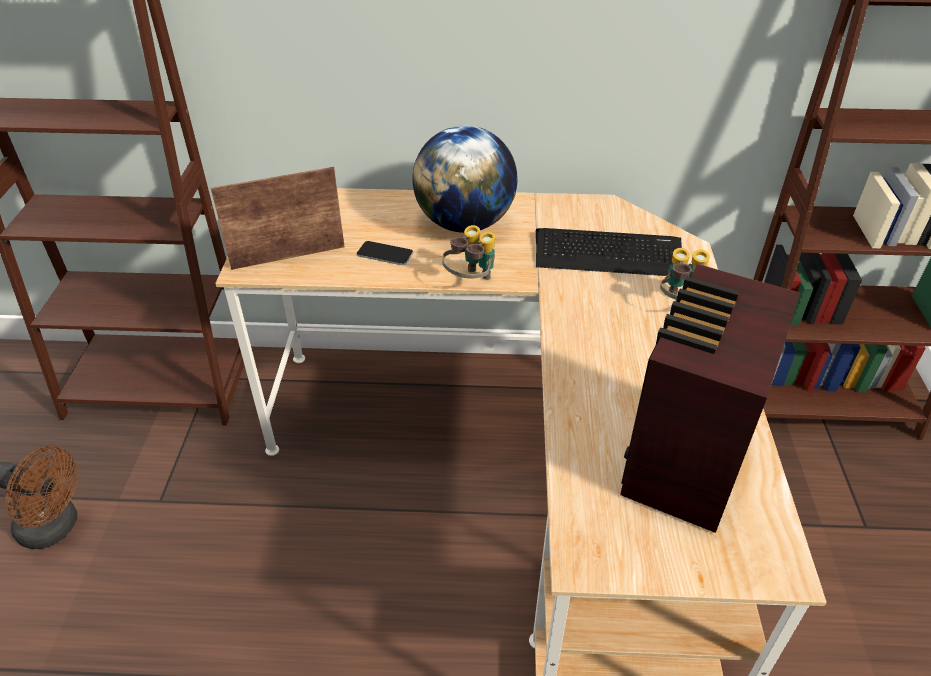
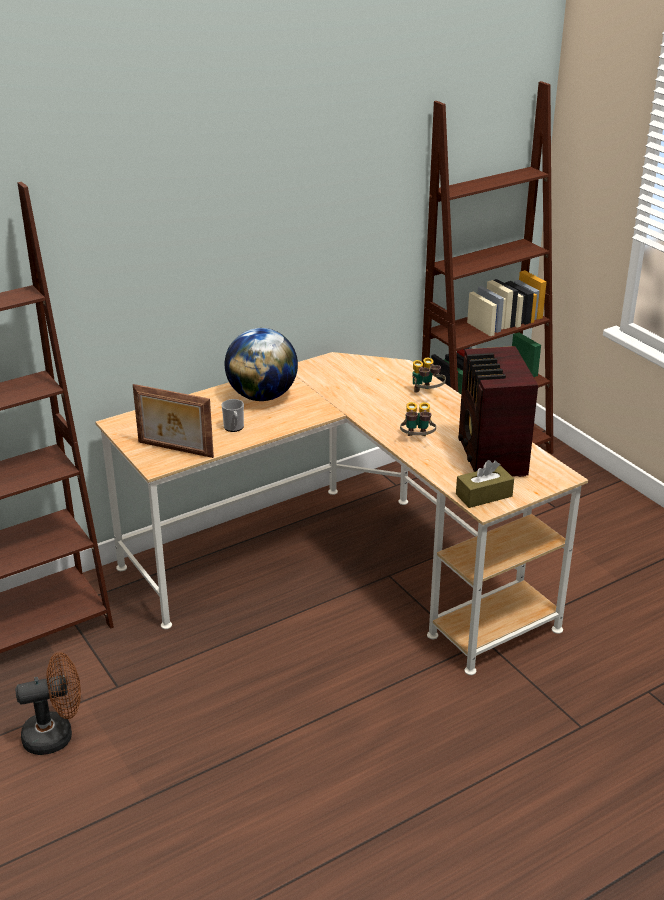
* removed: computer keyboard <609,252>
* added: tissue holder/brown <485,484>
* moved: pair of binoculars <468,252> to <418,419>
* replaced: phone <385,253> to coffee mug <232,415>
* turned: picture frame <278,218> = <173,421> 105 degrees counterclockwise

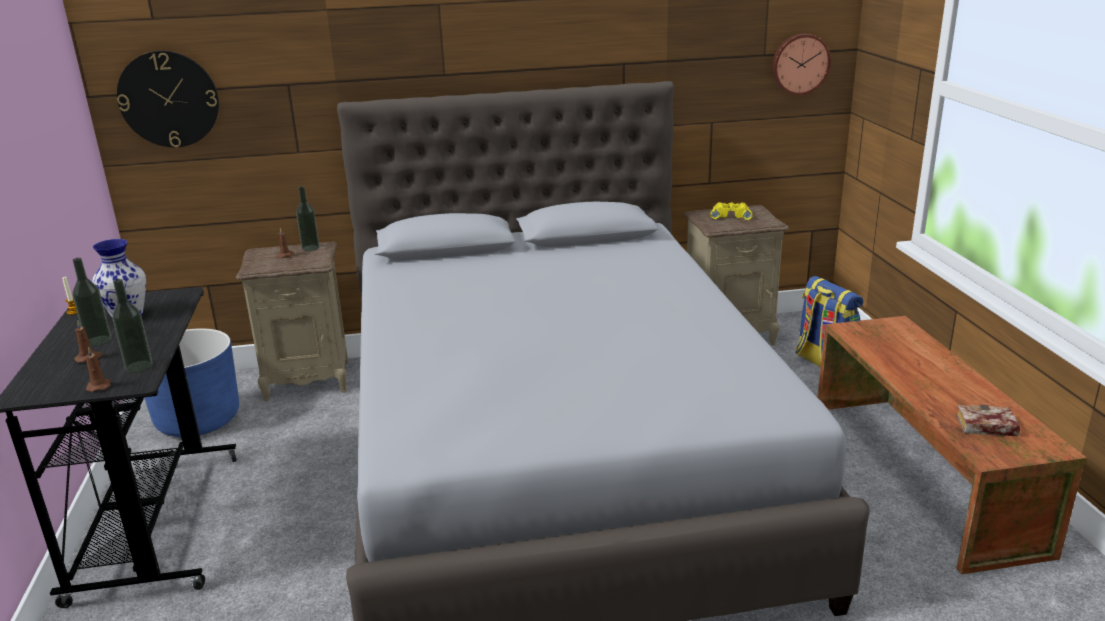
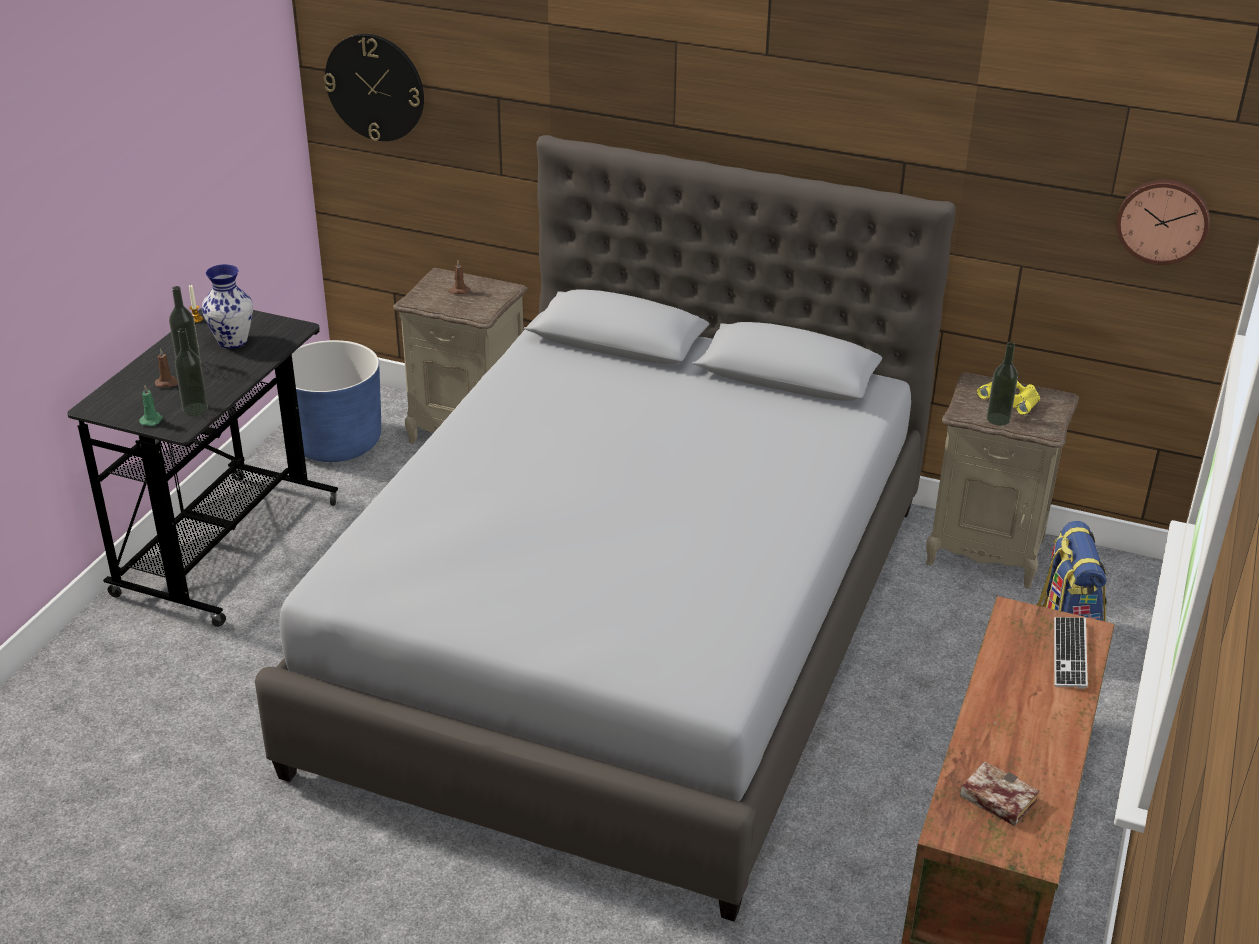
* added: computer keyboard <1071,653>
* moved: beverage bottle <308,218> to <1002,384>
* recoloured: wax candle/brown <98,369> to wax candle/greenish <151,406>

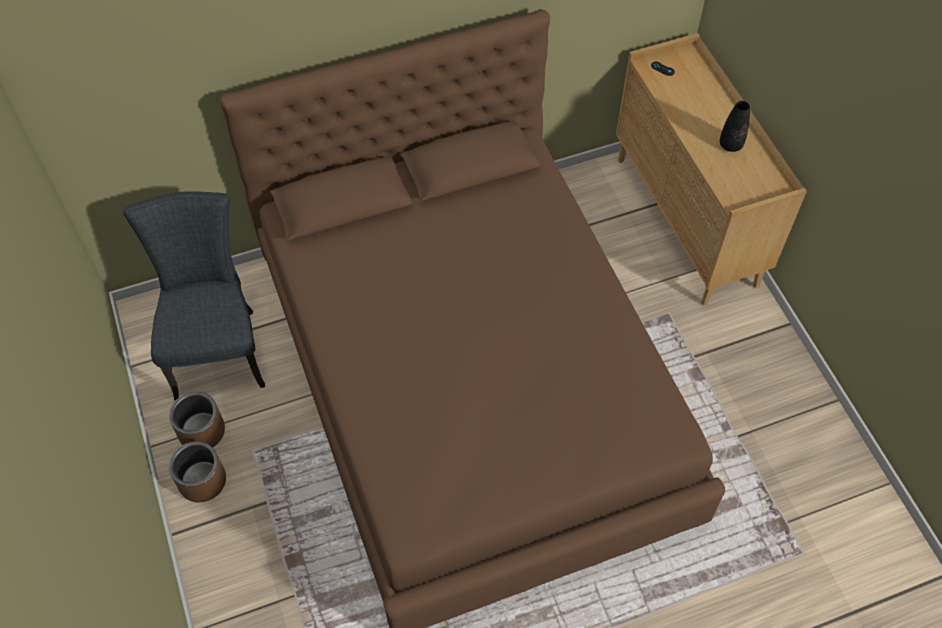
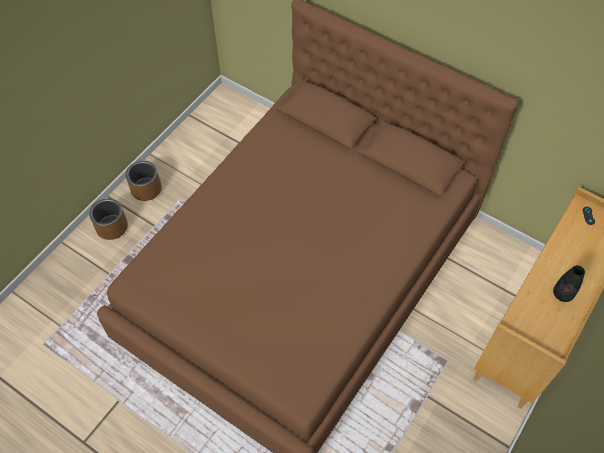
* removed: chair/greyish <194,296>
* moved: flower pot/brown <197,419> to <108,219>

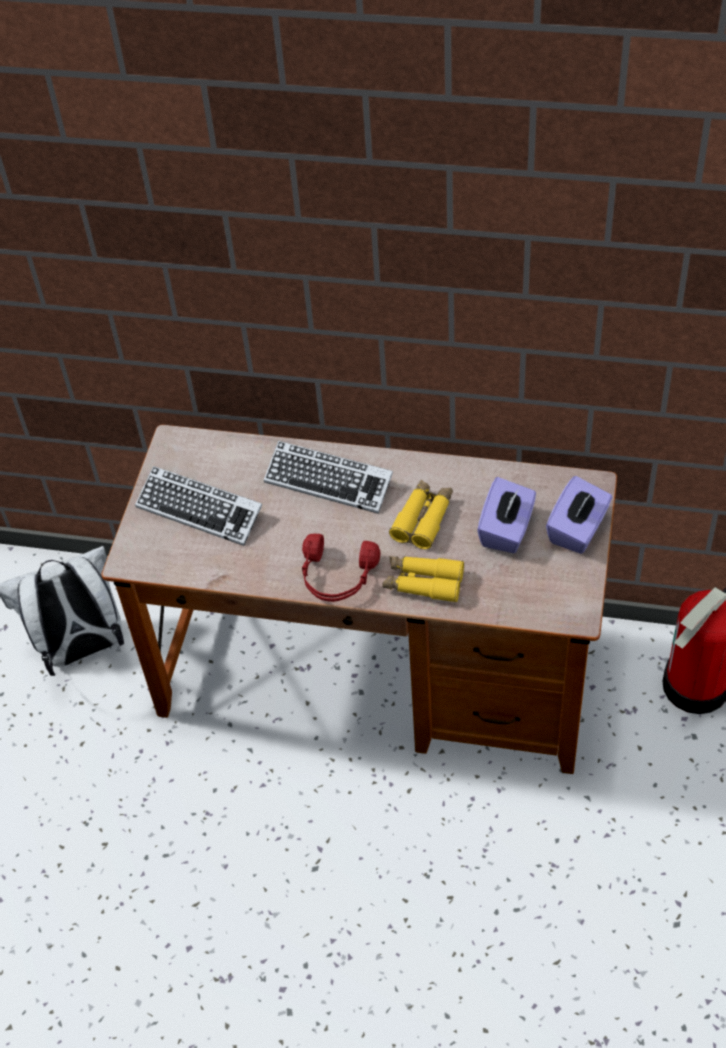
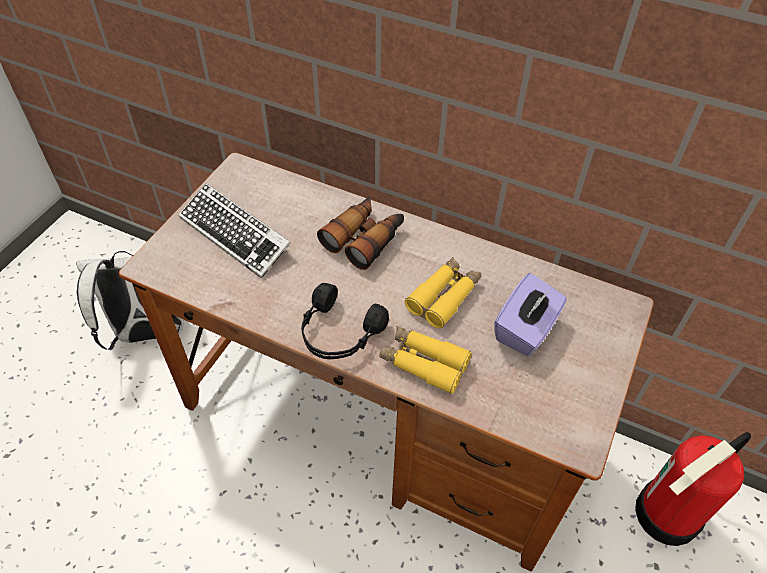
* removed: tissue holder/purplish <579,515>
* replaced: computer keyboard <328,477> to pair of binoculars <360,233>
* recoloured: headset/reddish <341,568> to headset/black-coloured <345,321>

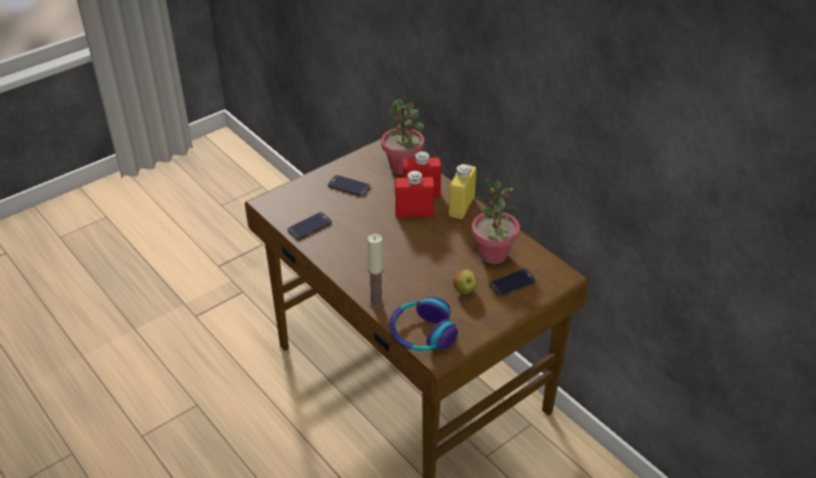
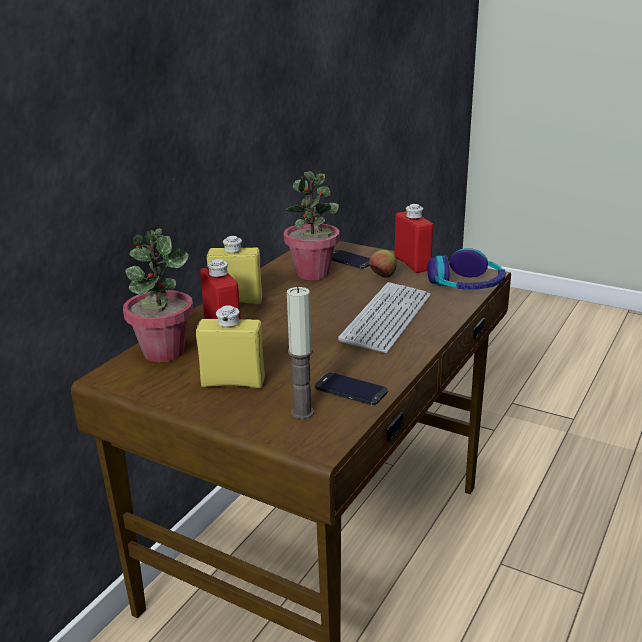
* added: computer keyboard <384,317>
* moved: wax candle <376,271> to <300,353>
* moved: beverage bottle/reddish <415,194> to <413,238>
* replaced: phone <349,185> to beverage bottle/yellow-coloured <230,346>

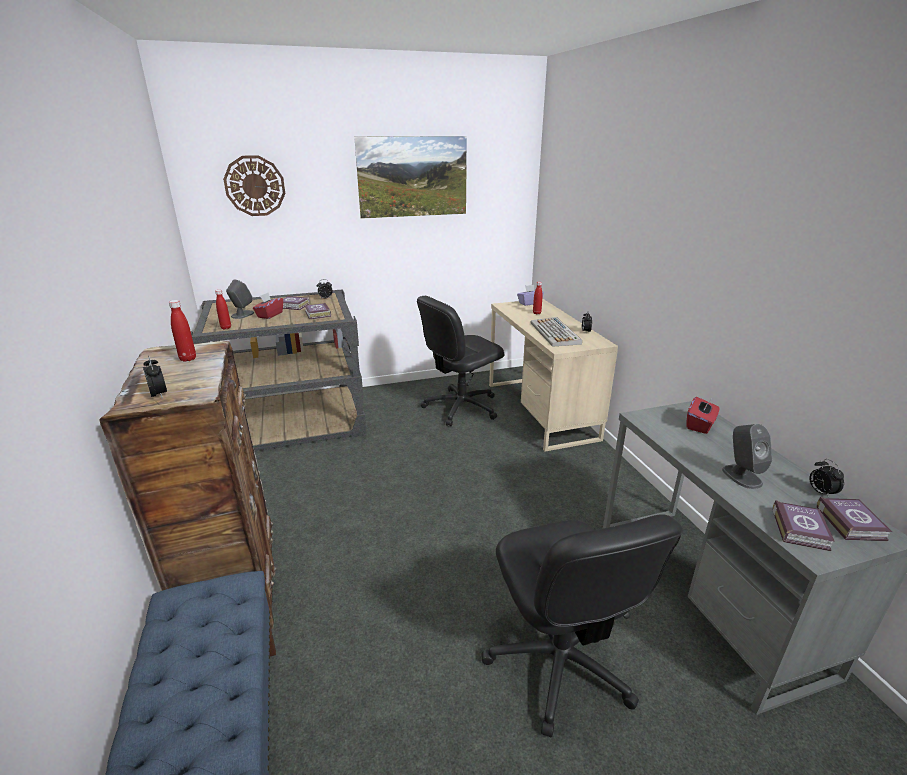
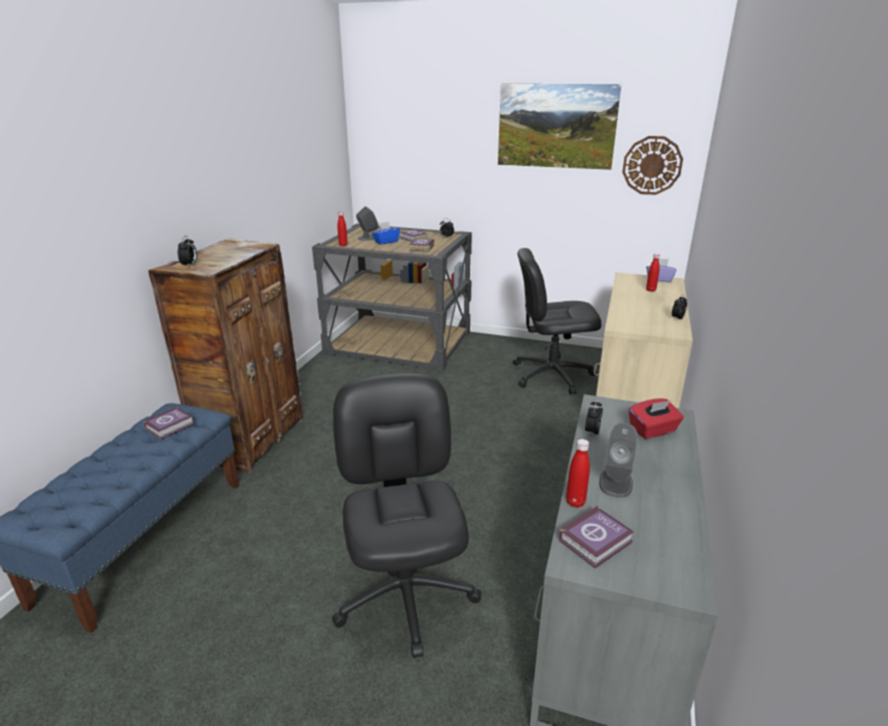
* removed: computer keyboard <556,332>
* moved: beverage bottle/reddish <182,331> to <578,473>
* moved: wall clock <254,185> to <652,165>
* moved: alarm clock <826,478> to <594,418>
* moved: book <854,519> to <169,423>
* recoloured: tissue holder/reddish <268,306> to tissue holder/bluish <386,233>
* turned: office chair/black-coloured <581,625> = <406,515> 150 degrees clockwise

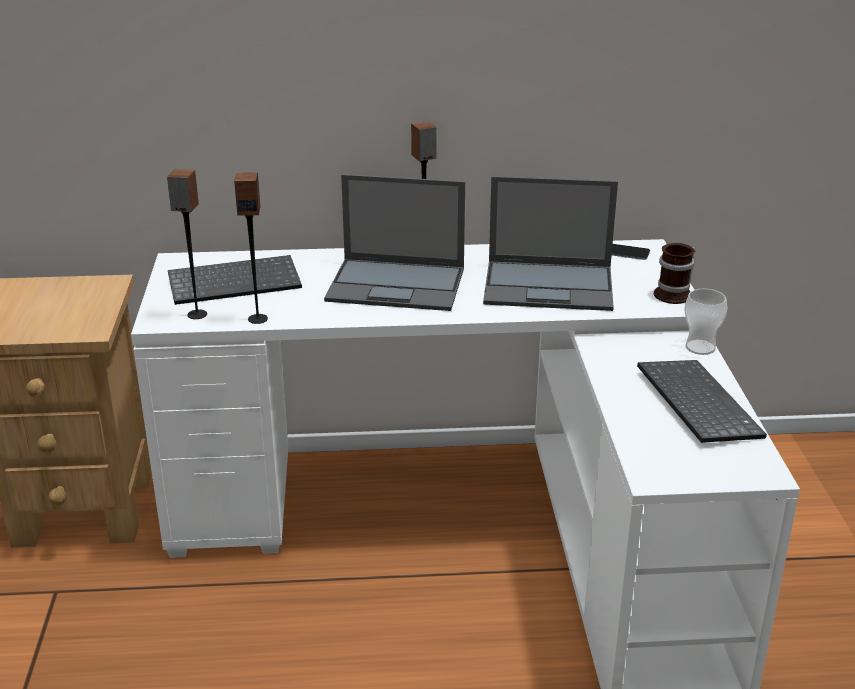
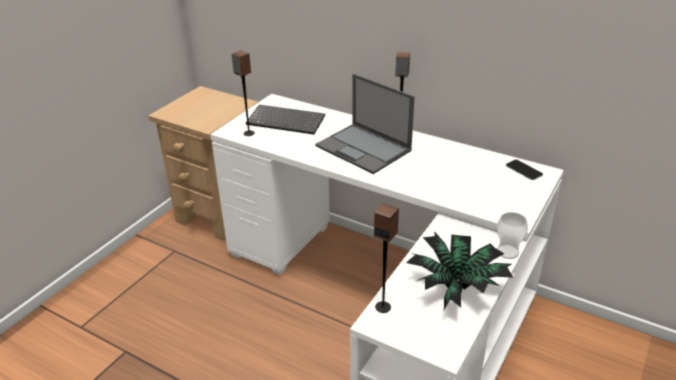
* removed: laptop <550,243>
* removed: coffee mug <675,273>
* moved: speaker <251,248> to <386,258>
* replaced: computer keyboard <702,401> to potted plant <459,271>

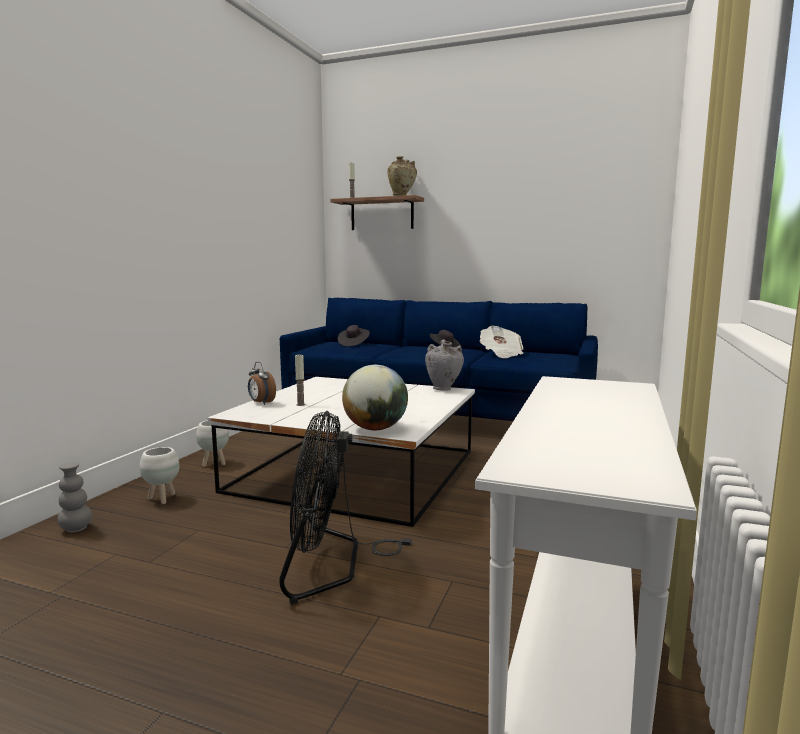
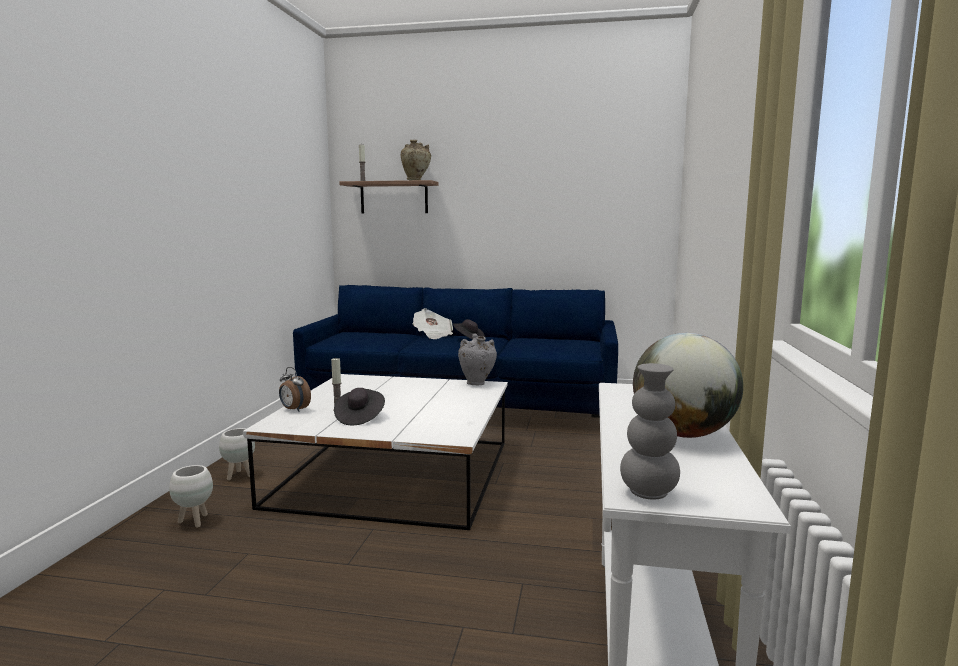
* removed: cooling fan/black-coloured <346,508>
* moved: decorative vase/greyish <75,497> to <650,431>
* moved: hat/black-coloured <354,336> to <359,406>
* moved: world globe <375,397> to <688,385>
* moved: newspaper <501,342> to <433,323>

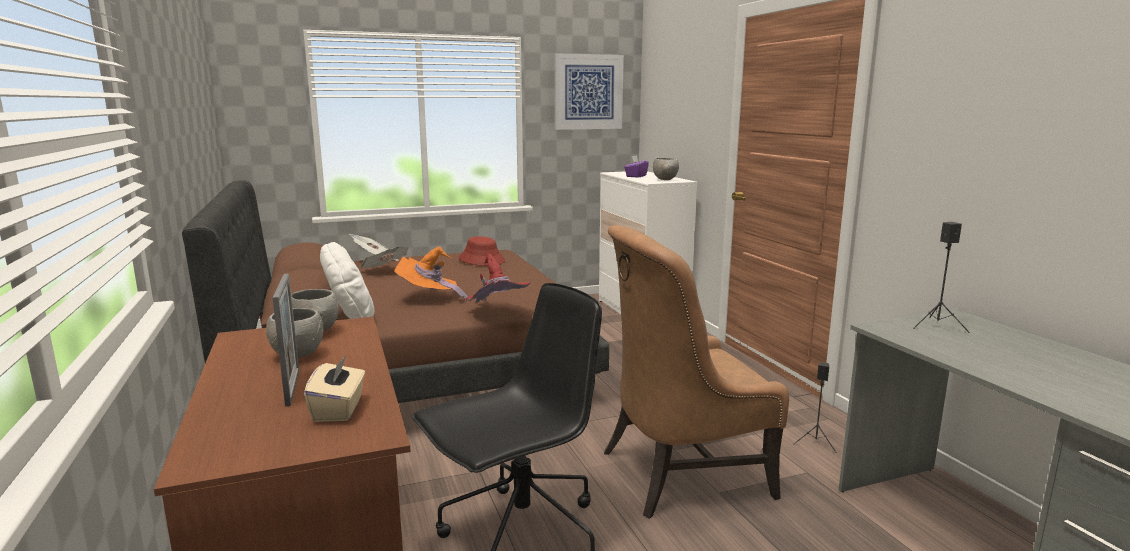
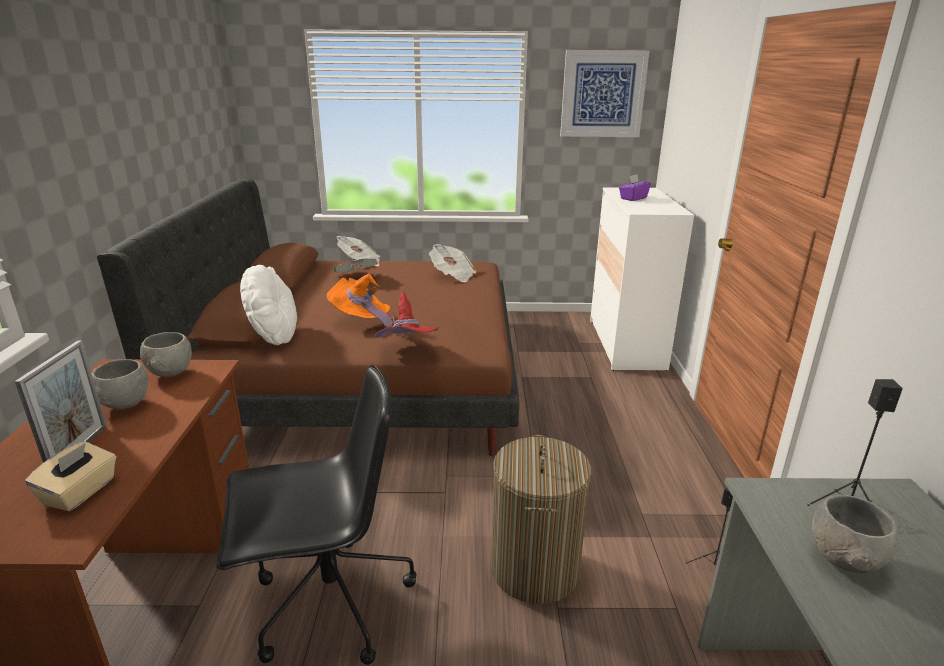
* moved: bowl/greyish <666,169> to <855,534>
* replaced: hat/reddish <482,251> to newspaper <452,263>
* replaced: chair/brown <696,372> to hamper <541,519>

